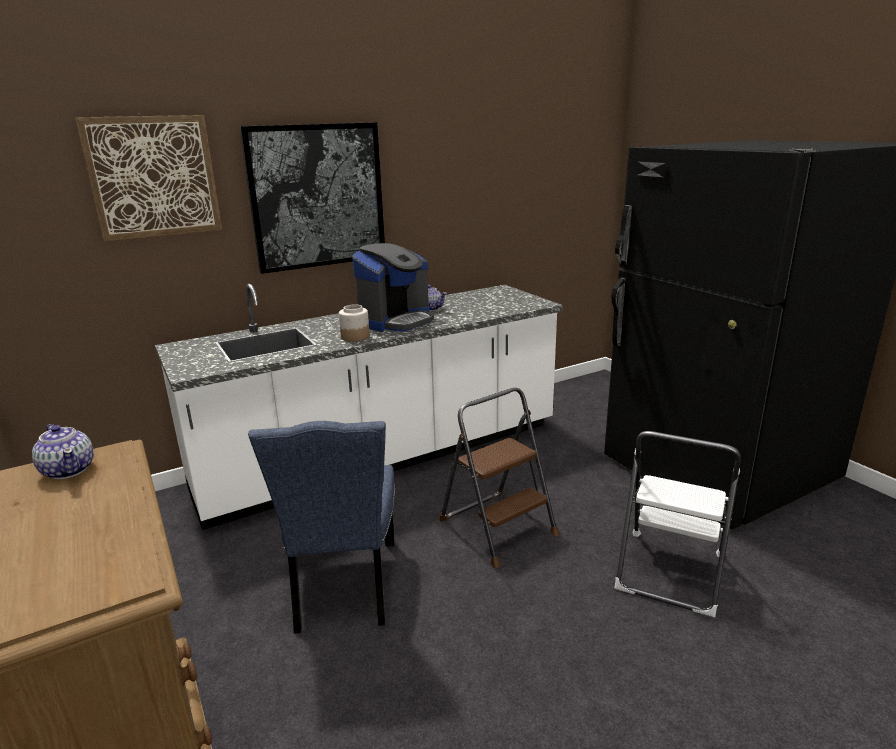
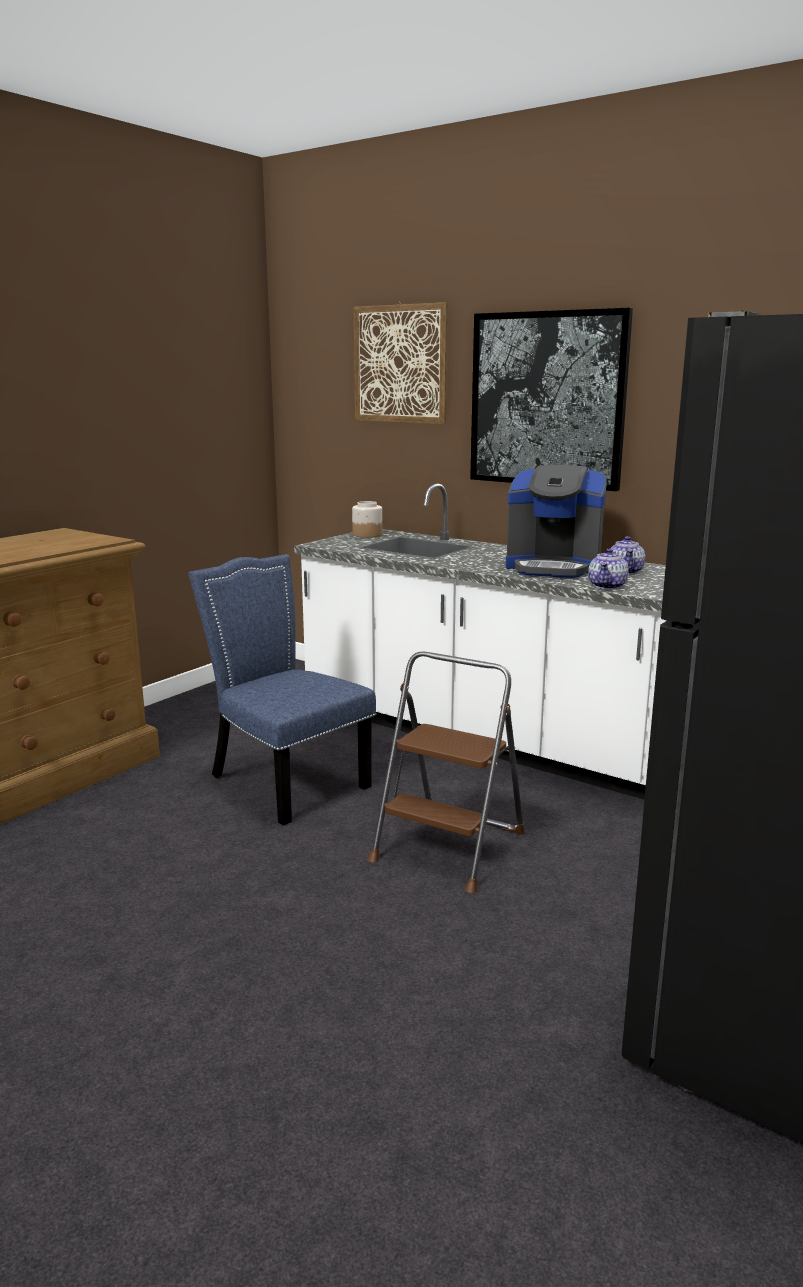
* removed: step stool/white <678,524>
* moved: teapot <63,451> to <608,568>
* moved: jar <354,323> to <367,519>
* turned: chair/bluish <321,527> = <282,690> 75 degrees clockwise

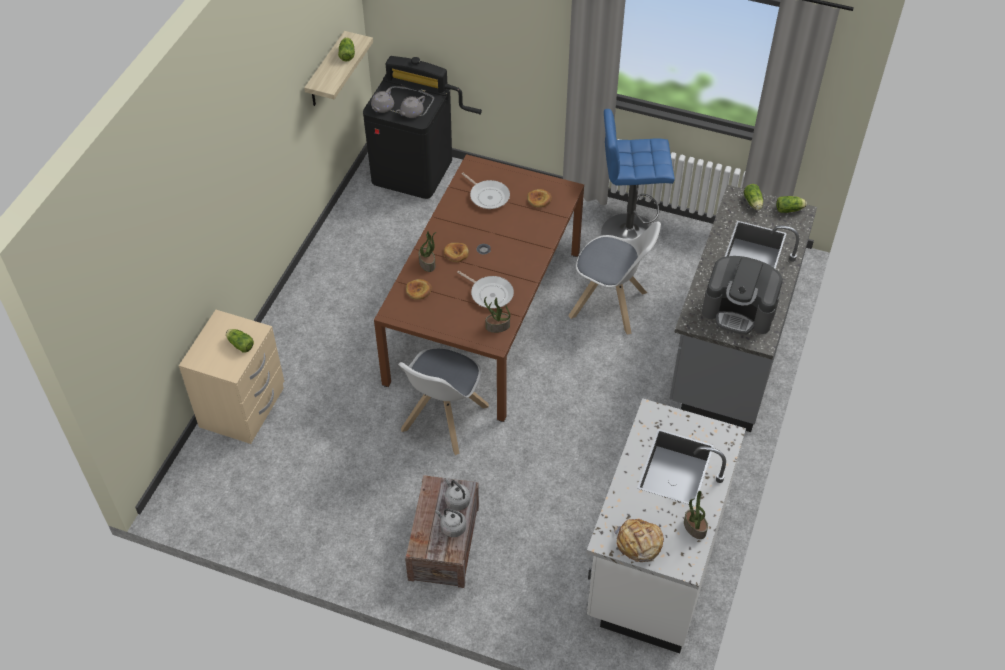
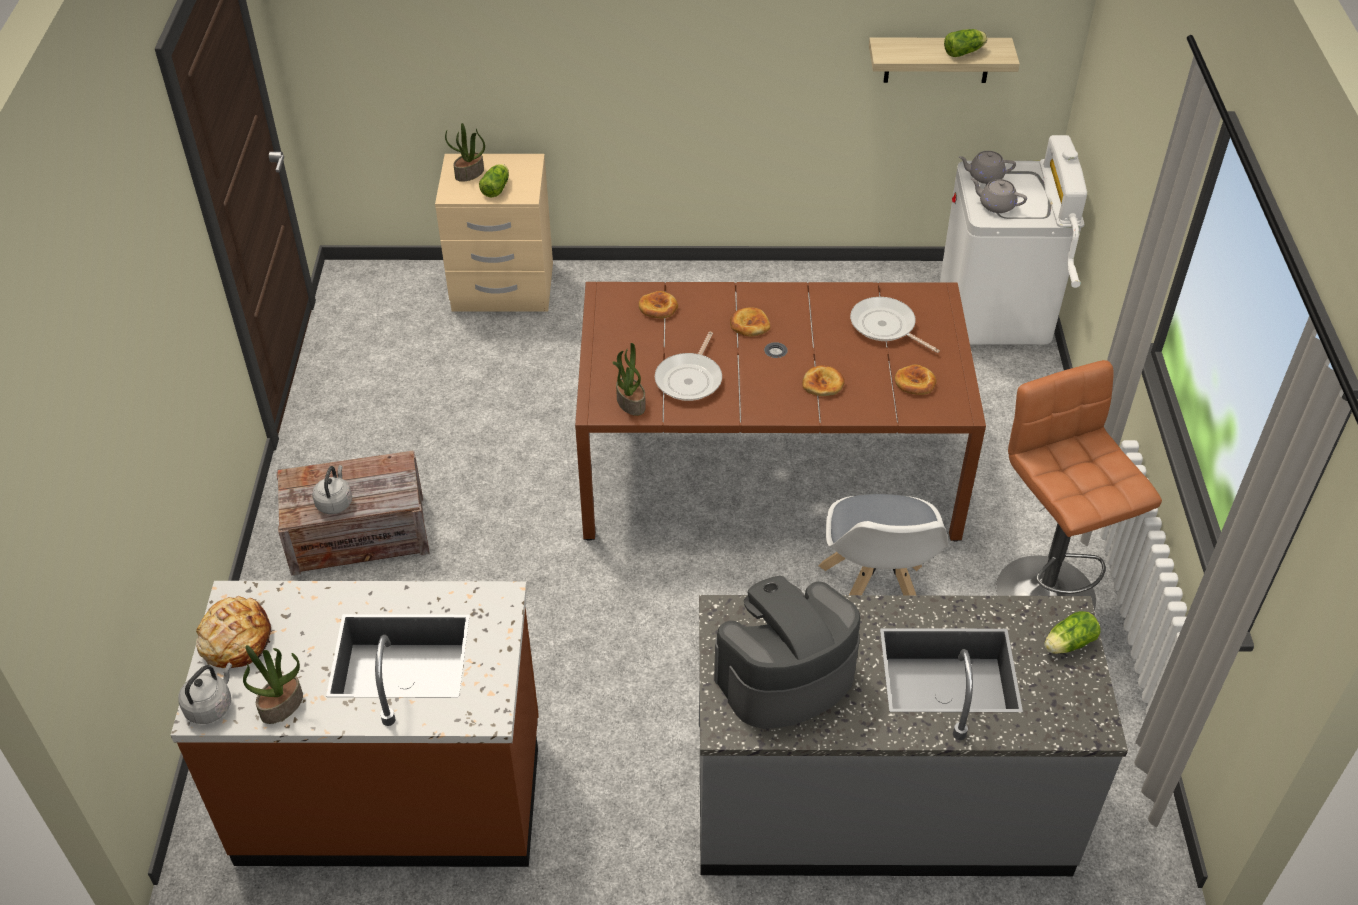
* removed: chair <443,401>
* removed: lettuce <791,204>
* added: bakery bread <823,380>
* moved: potted plant <427,251> to <465,152>
* moved: kettle/greyish <458,494> to <205,693>
* recoloured: laundry machine/black-coloured <422,127> to laundry machine/white <1013,240>
* recoloured: kitchen base unit/white <666,525> to kitchen base unit/brown <355,724>
* recoloured: stool seat/bluish <638,174> to stool seat/brown <1079,485>
* turned: frying pan <486,191> = <895,325> 105 degrees clockwise
* turned: coffee machine <742,295> = <787,652> 60 degrees clockwise

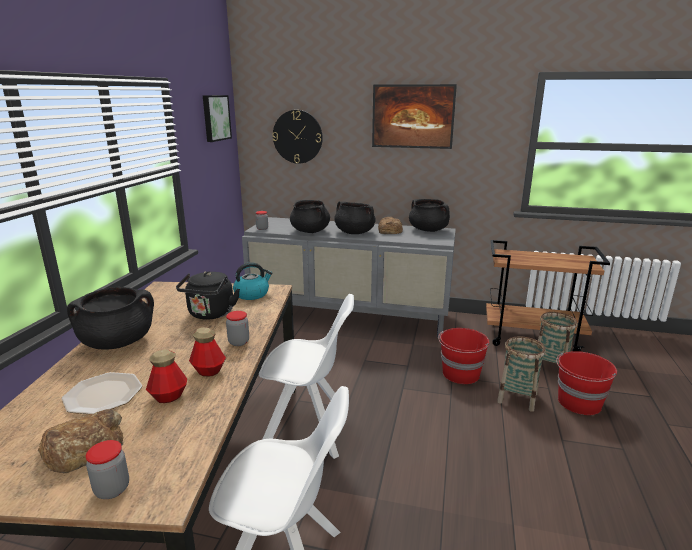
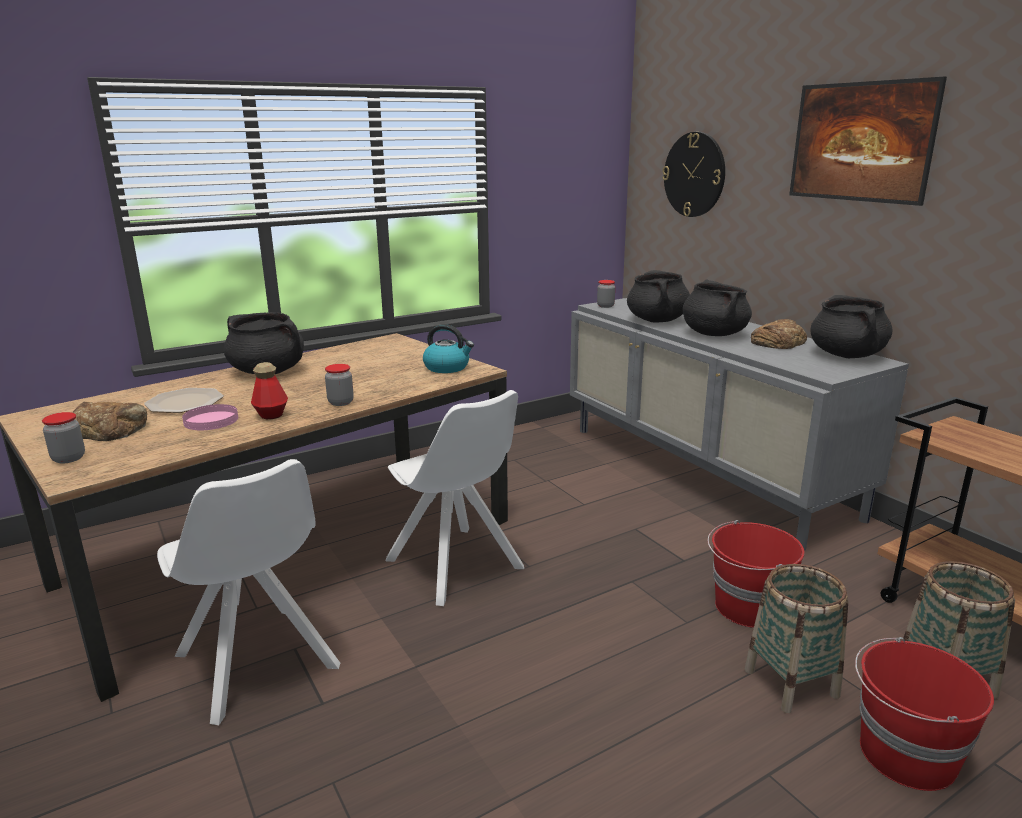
* removed: kettle/black-coloured <208,295>
* removed: wall art <217,118>
* replaced: beverage bottle <166,376> to flat dish/pink <210,417>

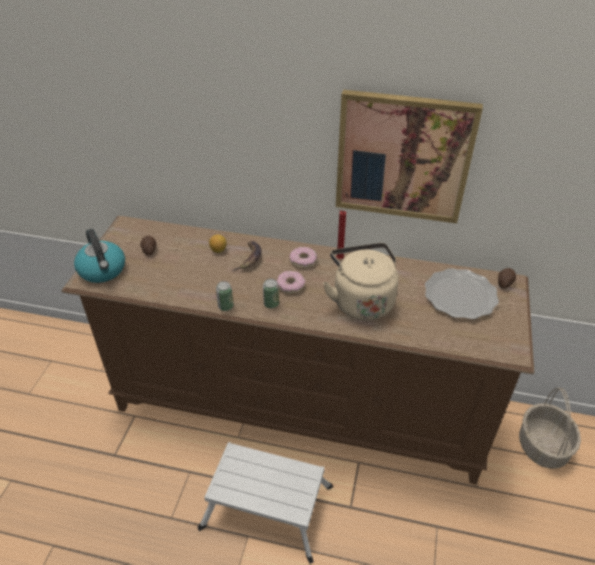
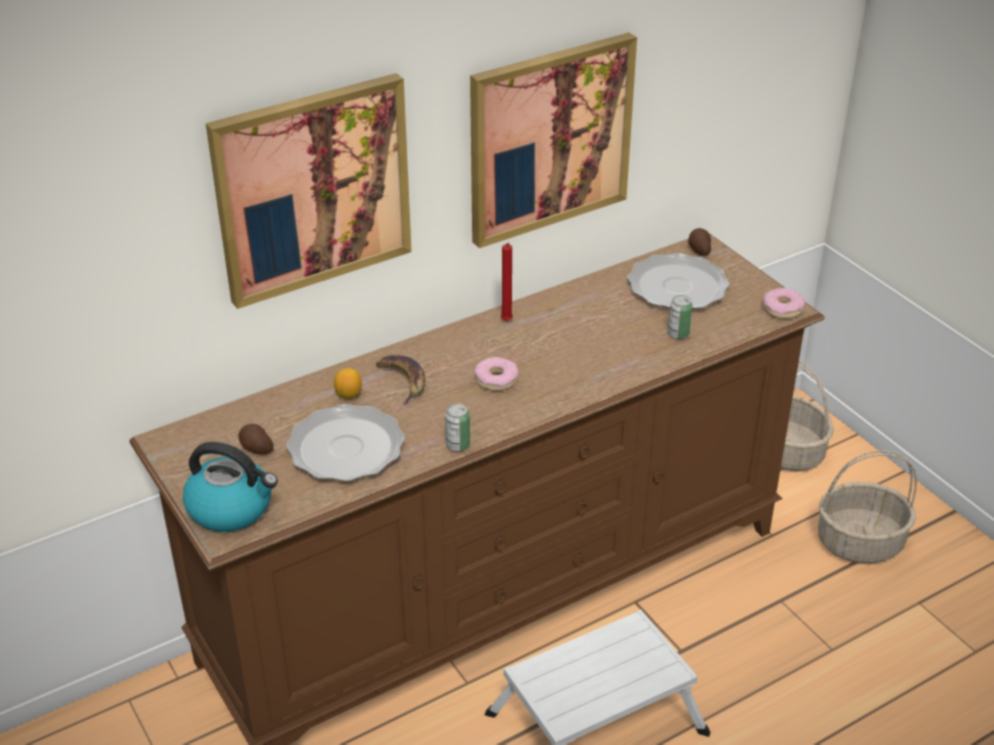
* removed: kettle/sand-coloured <361,282>
* added: wall art <309,191>
* added: flat dish <345,443>
* added: storage basket <867,507>
* moved: sealed can <271,293> to <680,317>
* moved: doughnut <303,258> to <784,303>

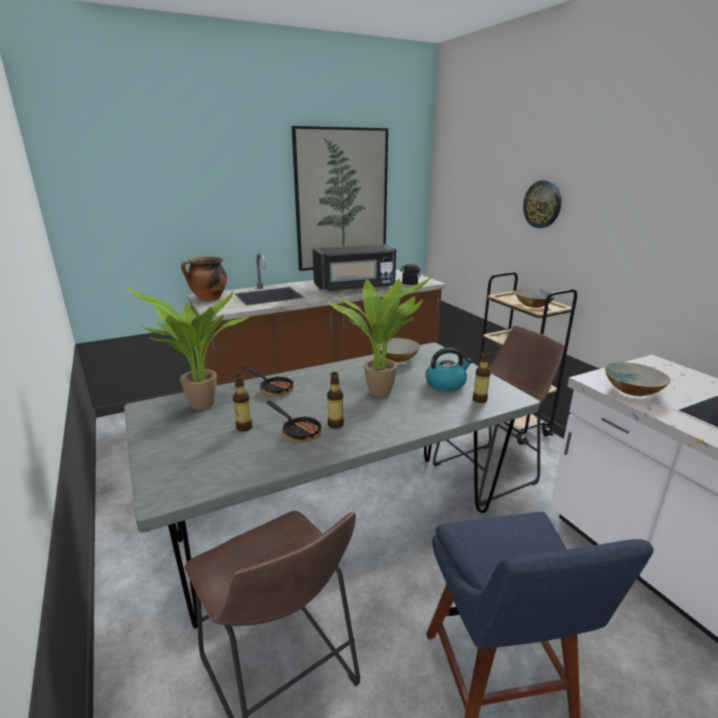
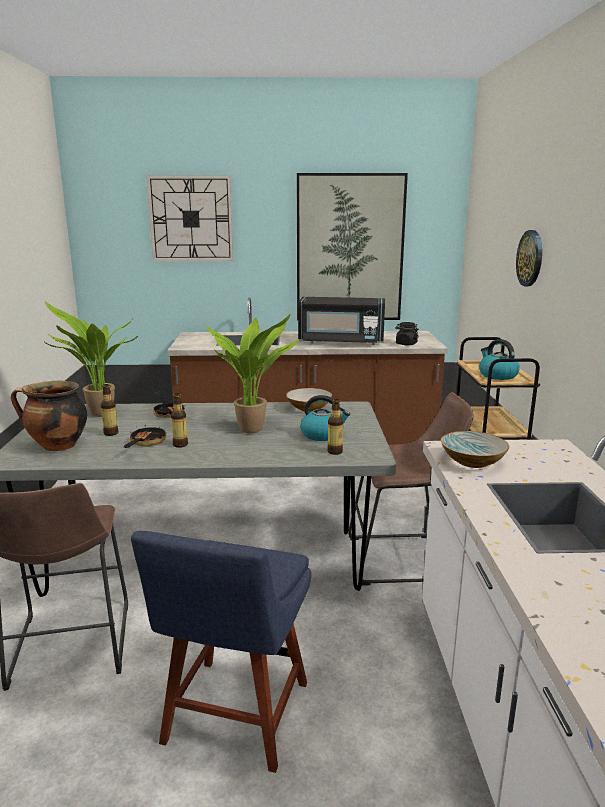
* added: wall clock <190,218>
* moved: saucepot <204,279> to <49,416>
* replaced: bowl <535,298> to kettle <499,359>
* turned: frying pan <294,422> = <145,436> 150 degrees counterclockwise

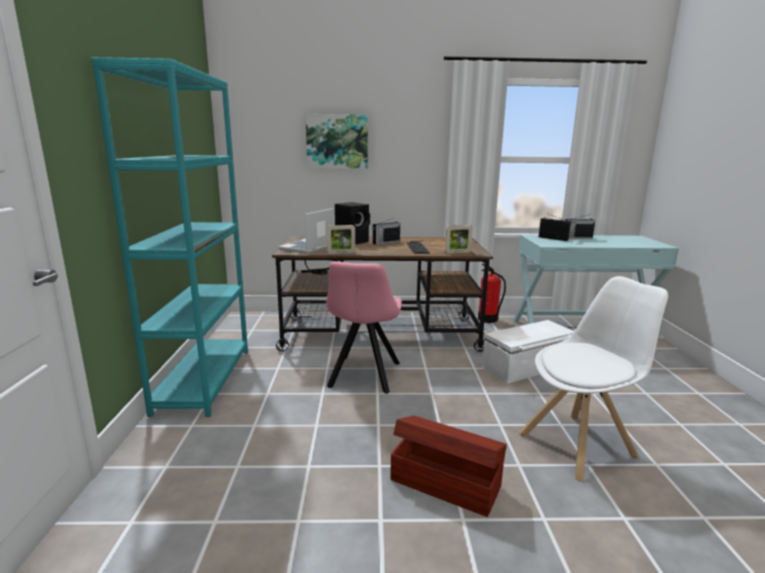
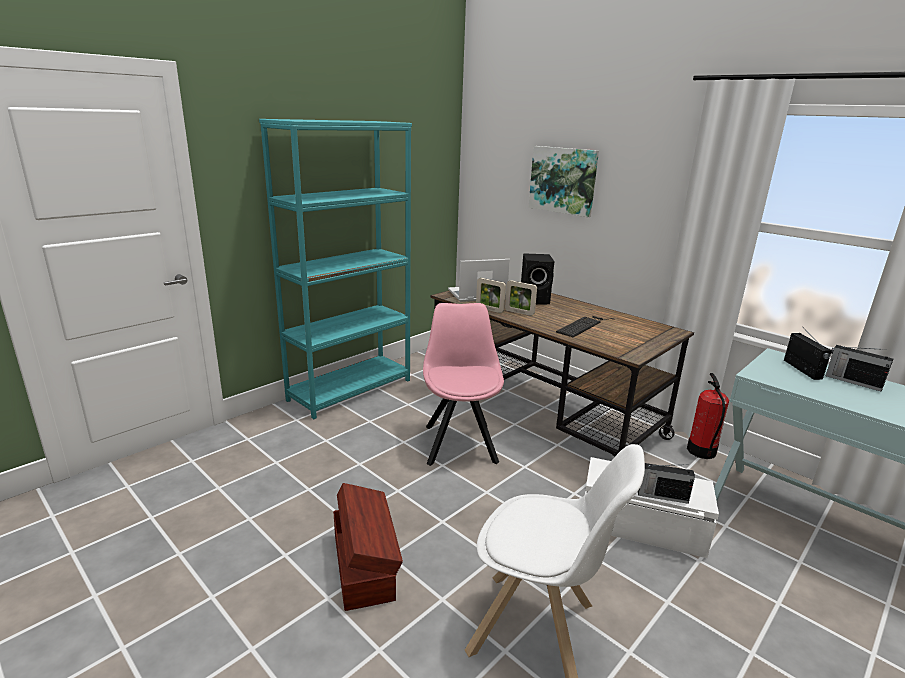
* moved: radio <386,231> to <666,483>
* moved: picture frame <459,239> to <521,298>
* turned: chair/pink <364,327> = <463,384> 120 degrees clockwise

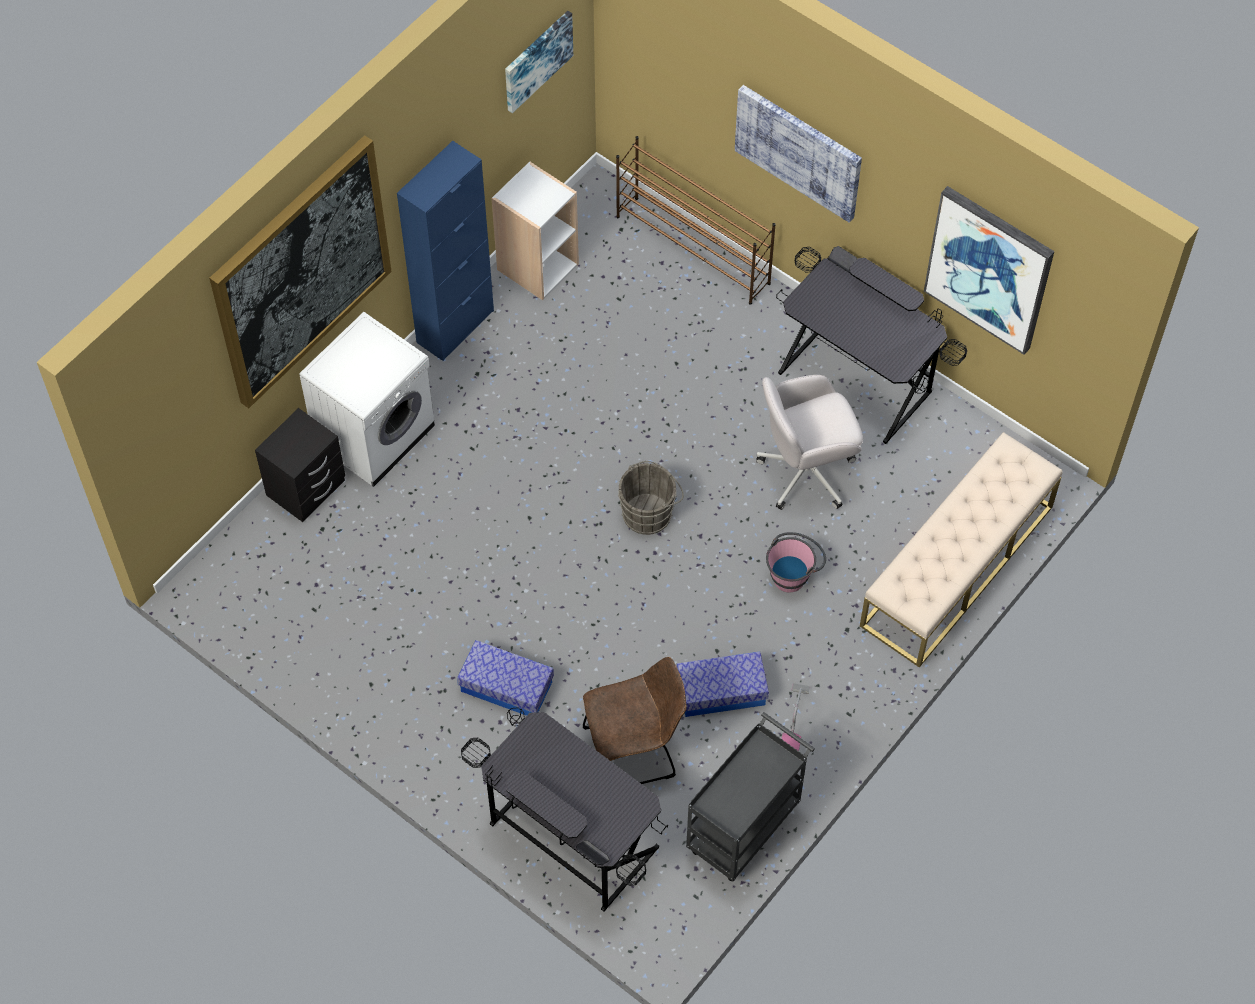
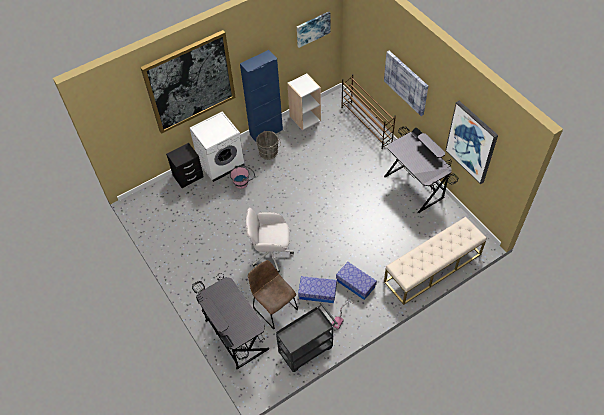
* moved: storage bin <505,678> to <356,281>
* moved: pail/greyish <651,498> to <268,145>
* moved: office chair/white <809,442> to <270,240>
* moved: pail/pink <796,562> to <242,177>
* turned: chair/brown <635,720> = <273,294> 135 degrees counterclockwise

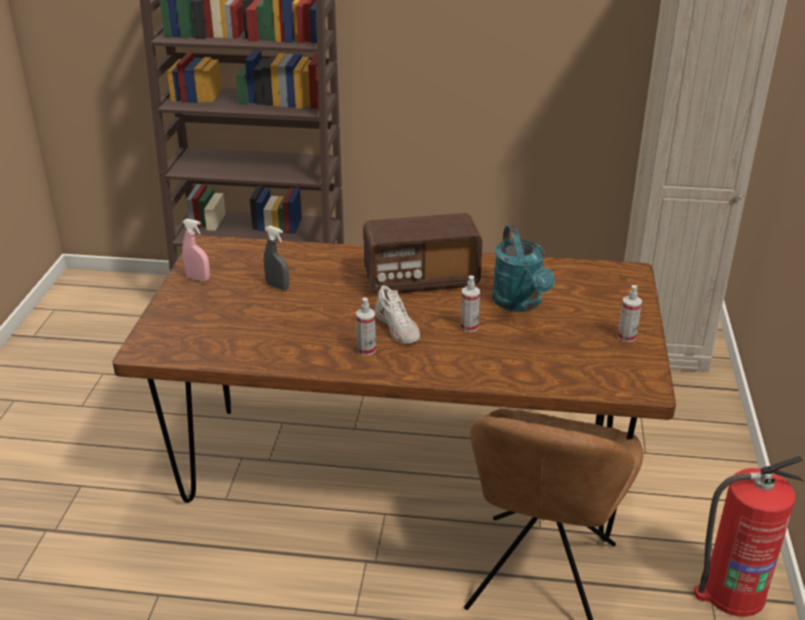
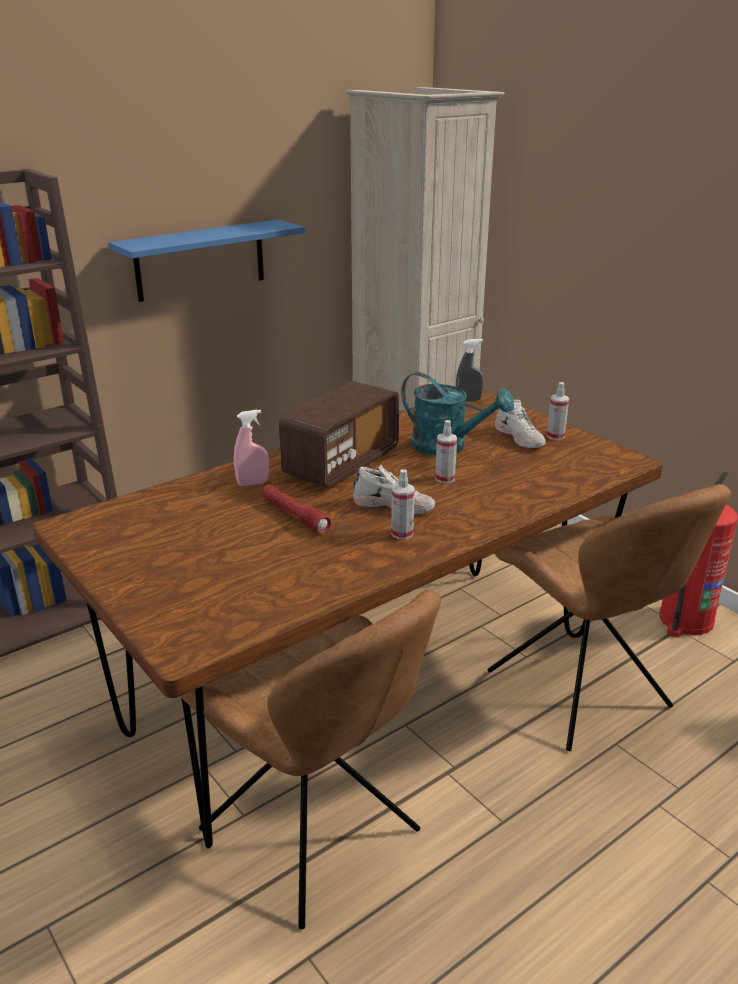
* added: wall shelf/bluish <206,260>
* added: chair/brown <311,759>
* added: flashlight/reddish <296,509>
* added: item of footwear/white <520,424>
* moved: hand sprayer/pink <196,250> to <251,448>
* moved: hand sprayer/greyish <276,258> to <470,370>

